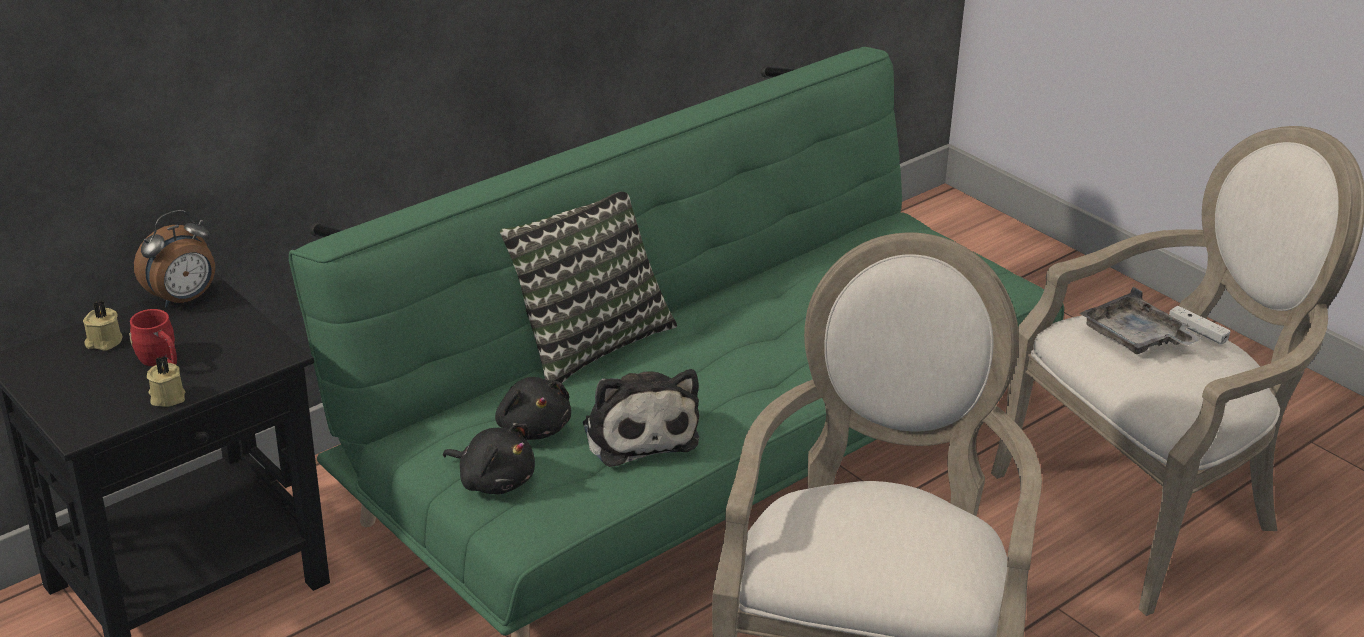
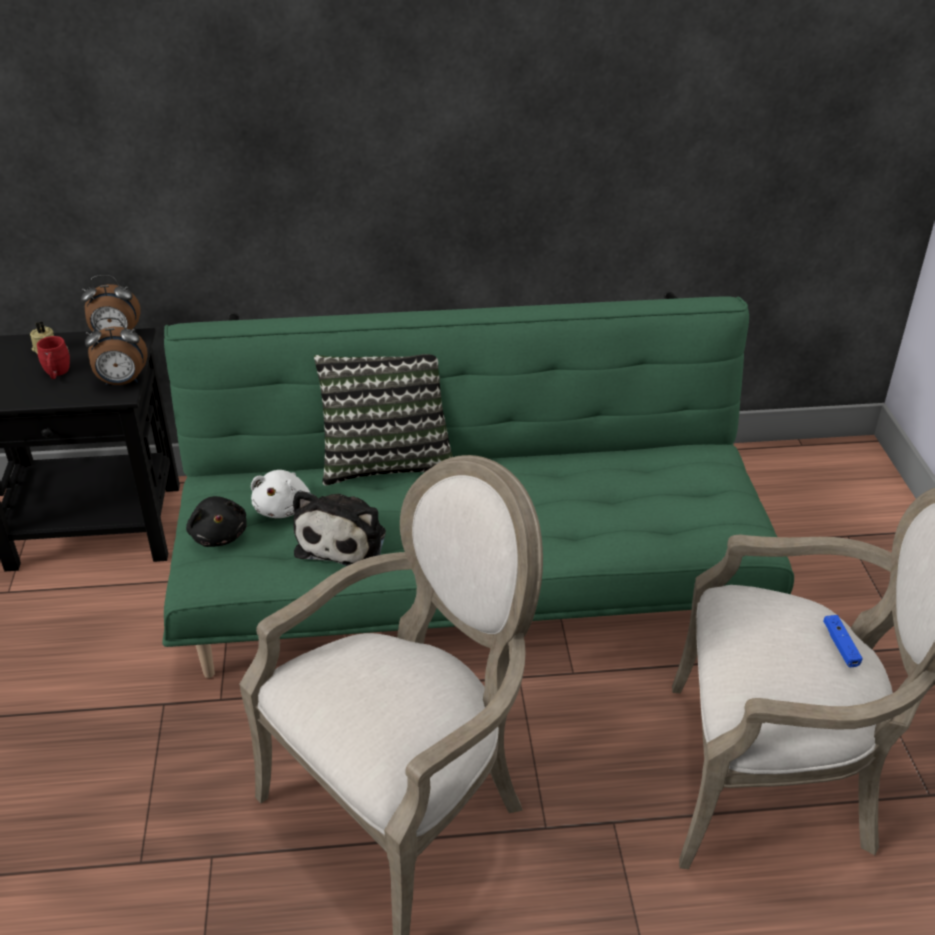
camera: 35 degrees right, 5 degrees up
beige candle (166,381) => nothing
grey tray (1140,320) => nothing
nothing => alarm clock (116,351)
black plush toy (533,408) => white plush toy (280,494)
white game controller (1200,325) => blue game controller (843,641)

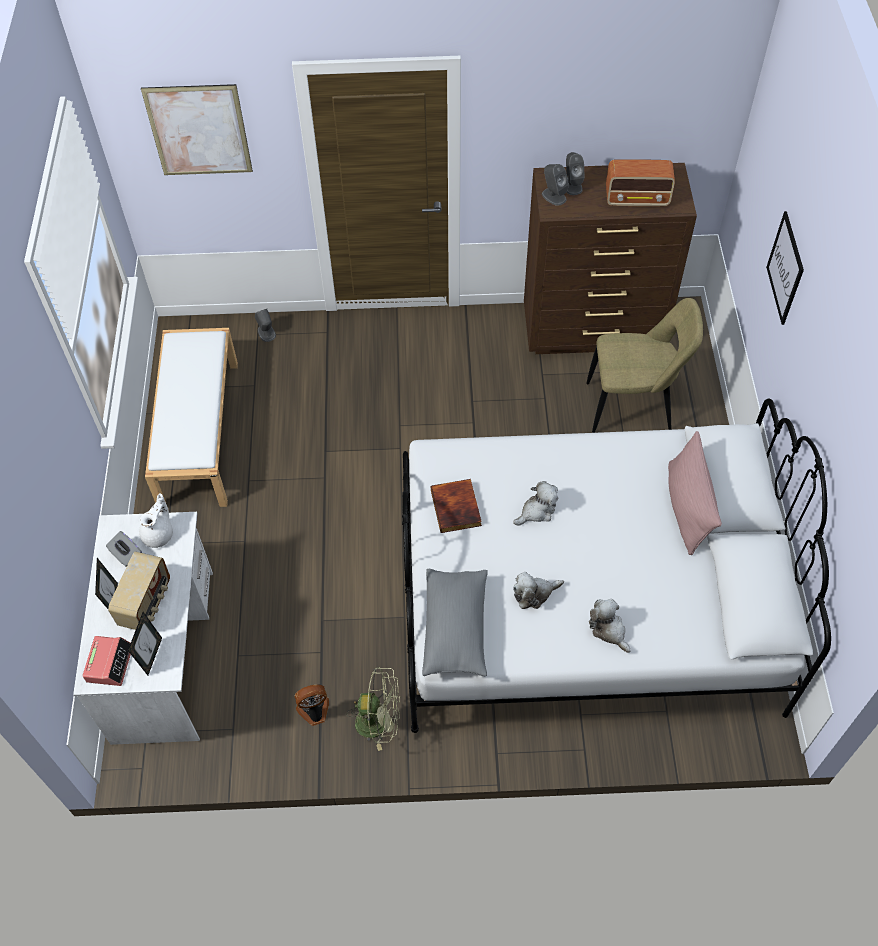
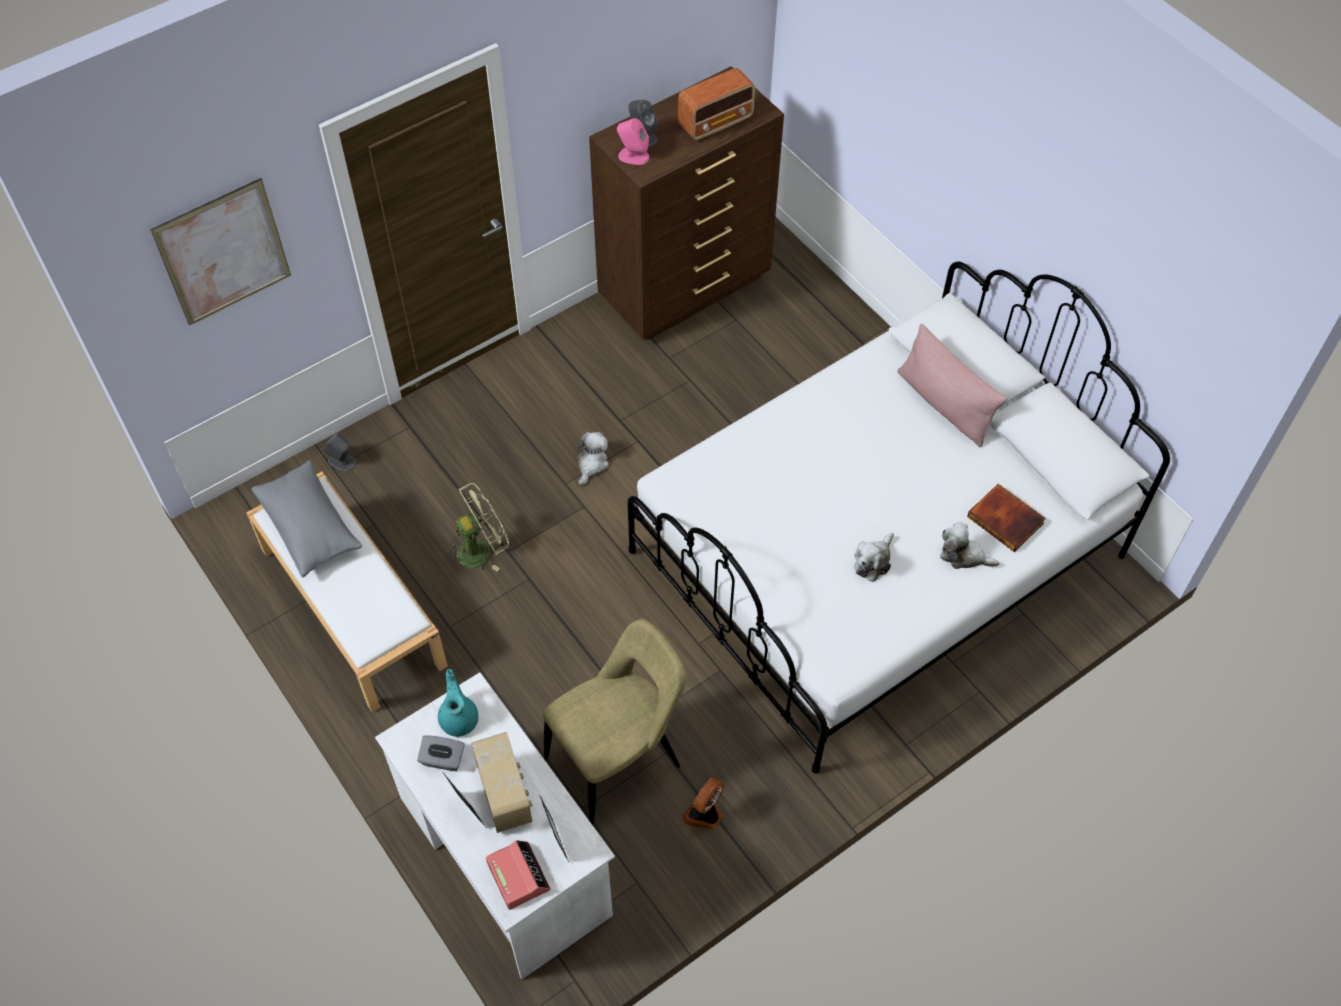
camera: 35 degrees left, 0 degrees up
picture (785,268) => nothing
green fan (373,709) => green fan (477,527), shifted
grey pillow (455,623) => grey pillow (307,519), shifted
book (456,506) => book (1006,518), shifted
plush toy (535,503) => plush toy (592,459), shifted
beige chair (644,365) => beige chair (615,721), shifted
white teapot (156,520) => turquoise teapot (458,703)
grey speaker (555,185) => pink speaker (633,141)

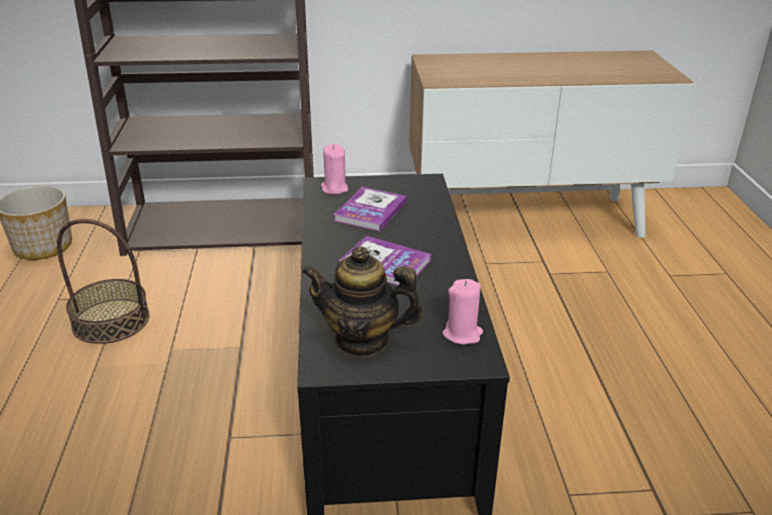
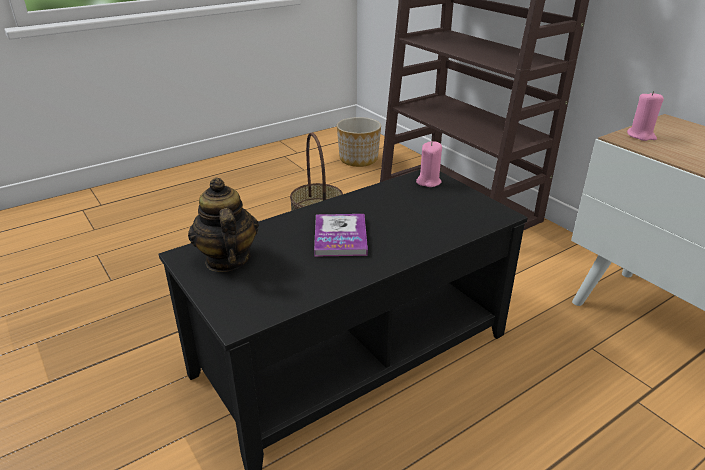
camera: 60 degrees right, 0 degrees up
book (370,209) => nothing
pink candle (462,312) => pink candle (645,116), shifted

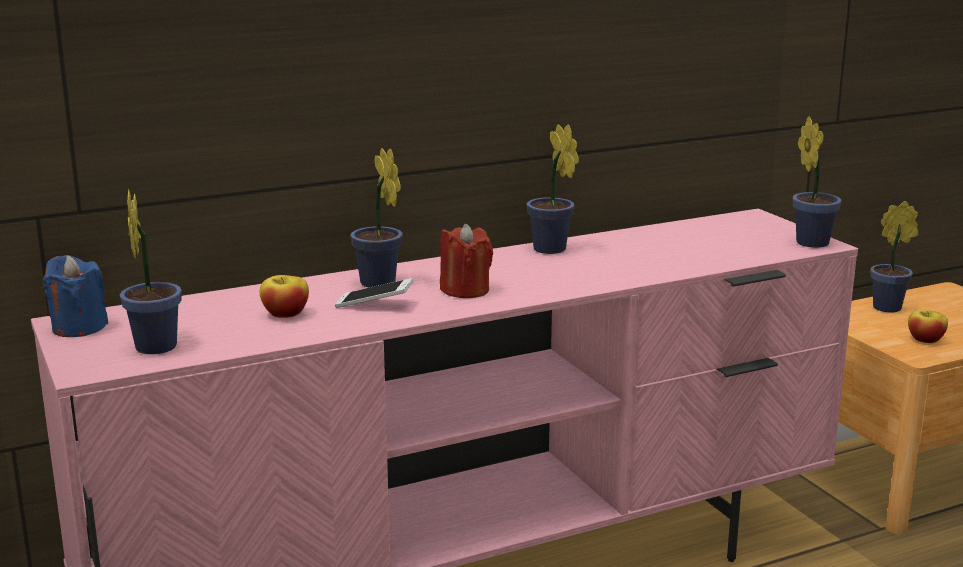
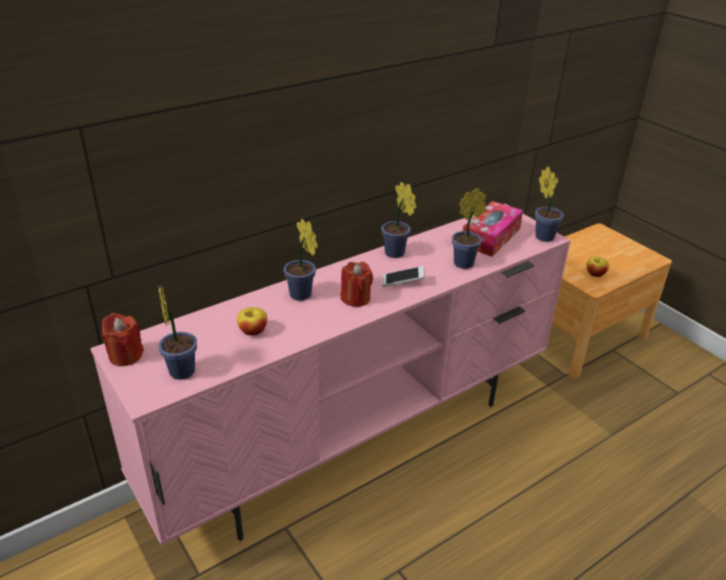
camera: 10 degrees left, 15 degrees up
nothing => tissue box (493,229)
phone (374,293) => phone (403,276), shifted
potted plant (894,256) => potted plant (469,228), shifted
blue candle (75,296) => red candle (123,339)

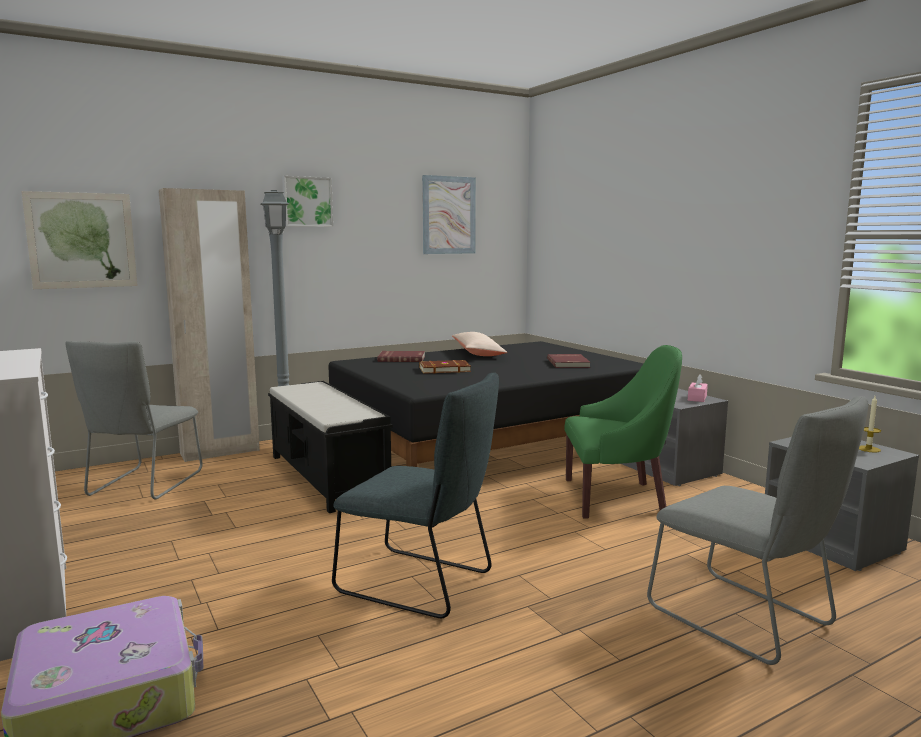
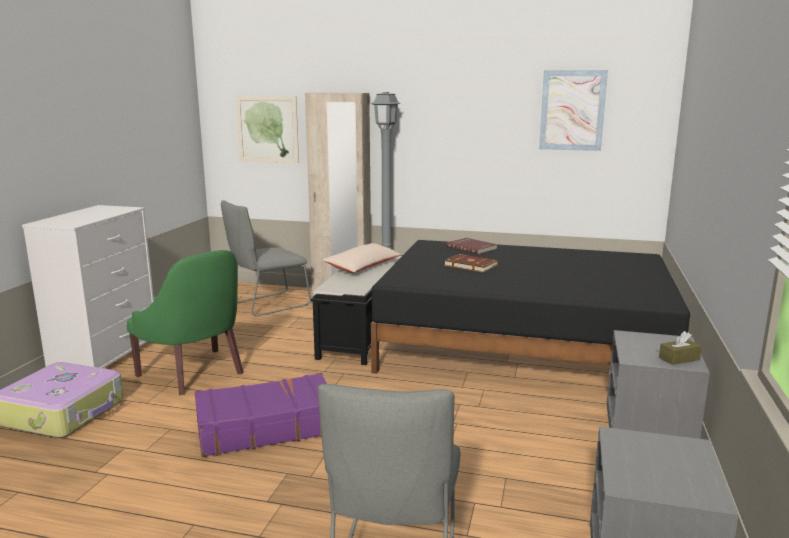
camera: 45 degrees right, 5 degrees up
picture (307,201) => nothing
red book (568,361) => nothing
candle (870,424) => nothing
beige pillow (479,344) => beige pillow (361,258), shifted
green armchair (623,431) => green armchair (185,322), shifted
grey chair (415,496) => purple suitcase (261,415)
pink tissue box (698,388) => brown tissue box (680,348)

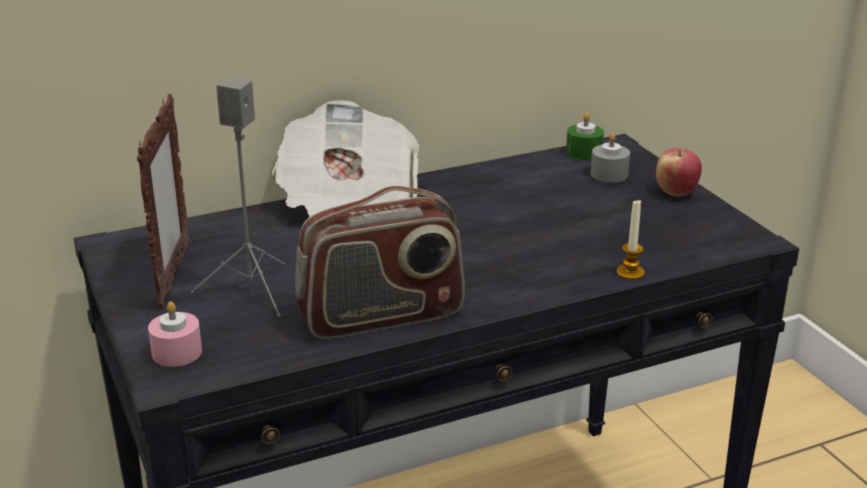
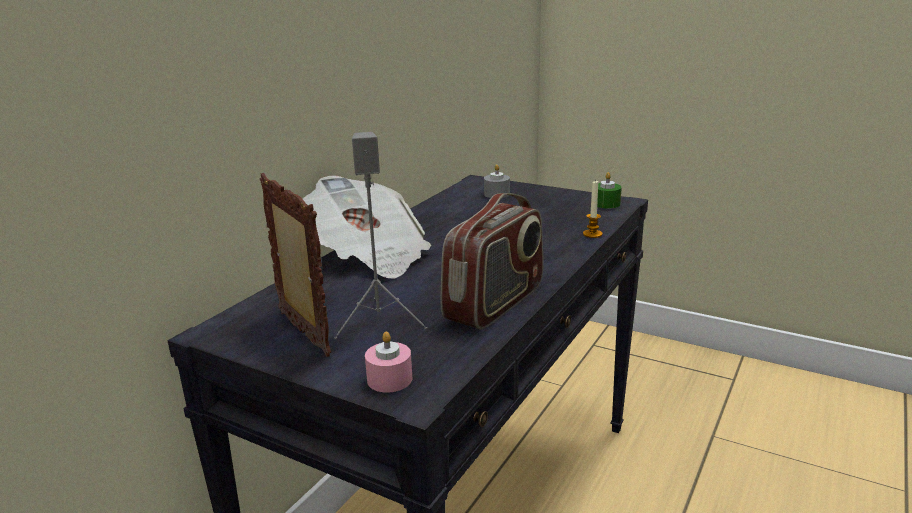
camera: 35 degrees left, 5 degrees down
apple (679,172) => nothing
green candle (585,136) => green candle (609,190), shifted

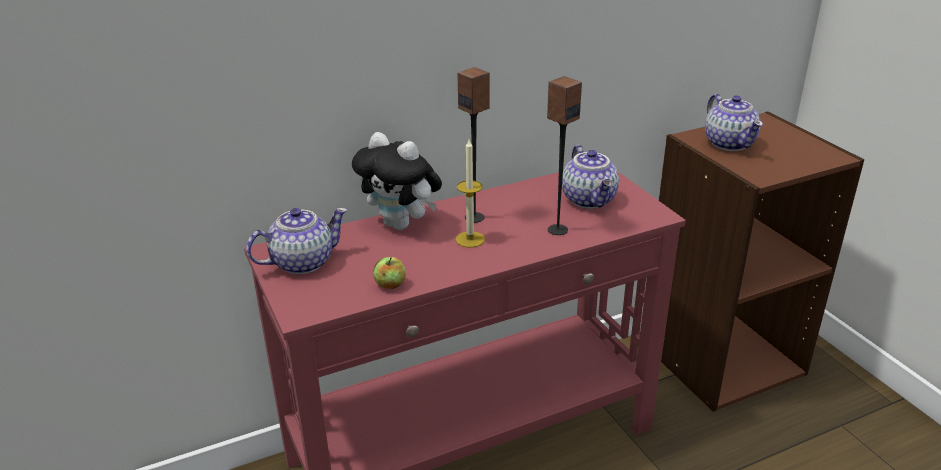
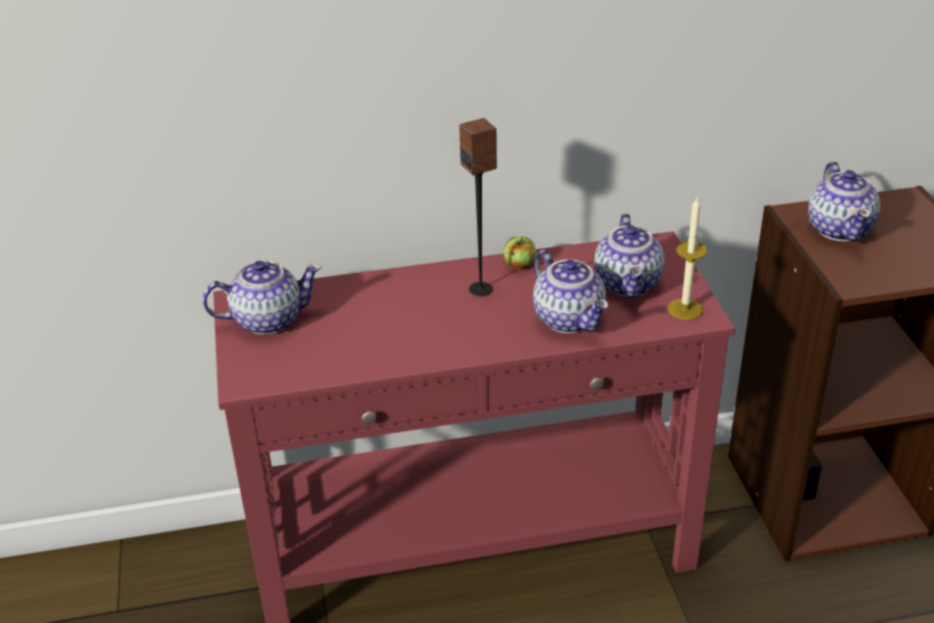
camera: 15 degrees right, 5 degrees up
plush toy (397,181) => nothing
apple (389,273) => apple (519,253), shifted
candle (470,193) => candle (687,258), shifted
speaker (564,155) => teapot (570,292)

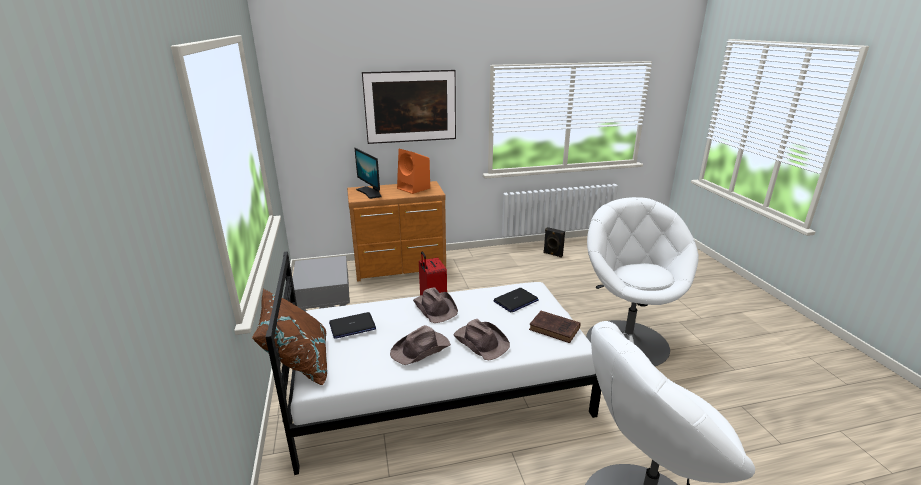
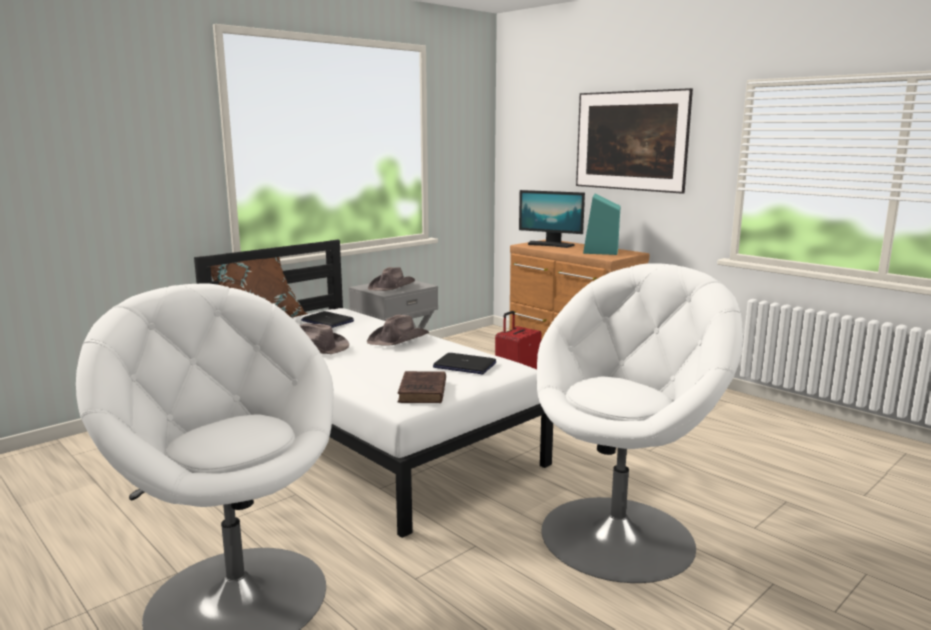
camera: 60 degrees right, 10 degrees down
black speaker (554,242) => nothing
brown hat (481,339) => brown hat (391,279), shifted
orange speaker (413,171) => turquoise speaker (602,224)
monitor (368,173) => monitor (552,219), 90 degrees counterclockwise

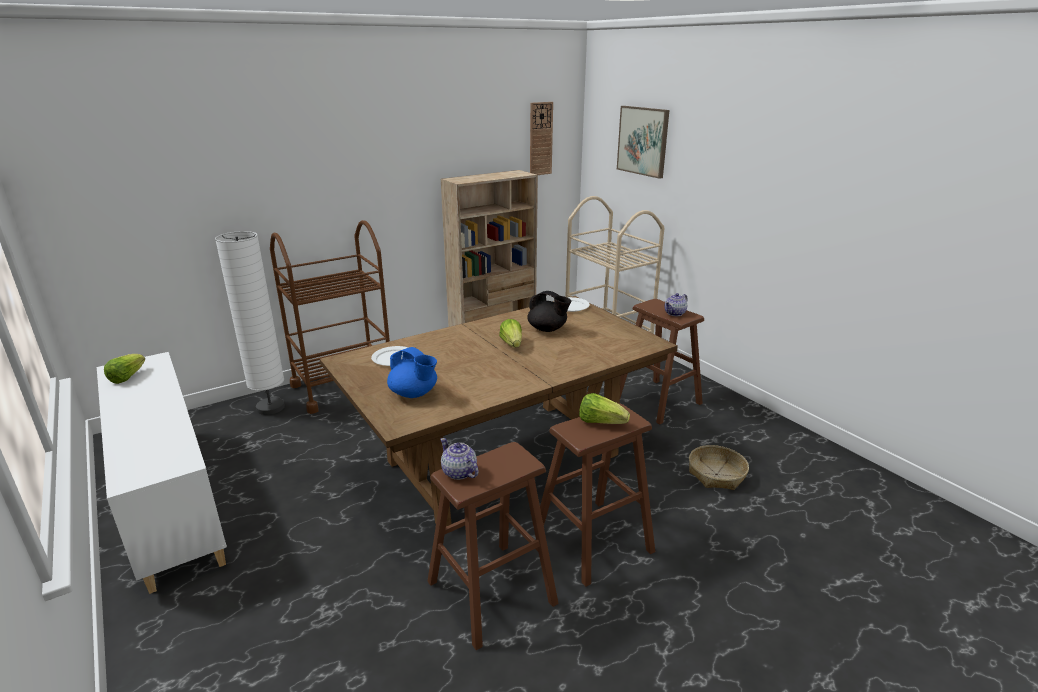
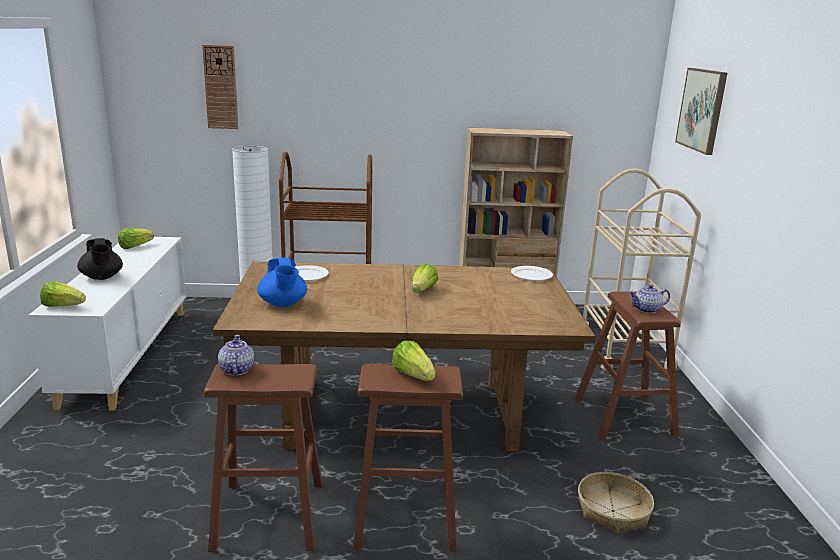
camera: 30 degrees right, 5 degrees down
nothing => lettuce (63,294)
black teapot (549,311) => black teapot (100,259), shifted
wall clock (541,138) => wall clock (220,87), shifted

